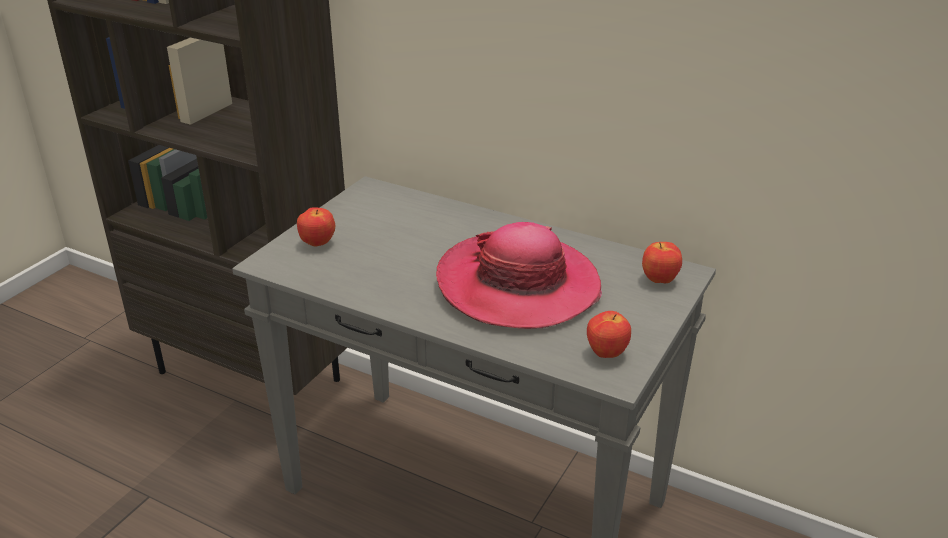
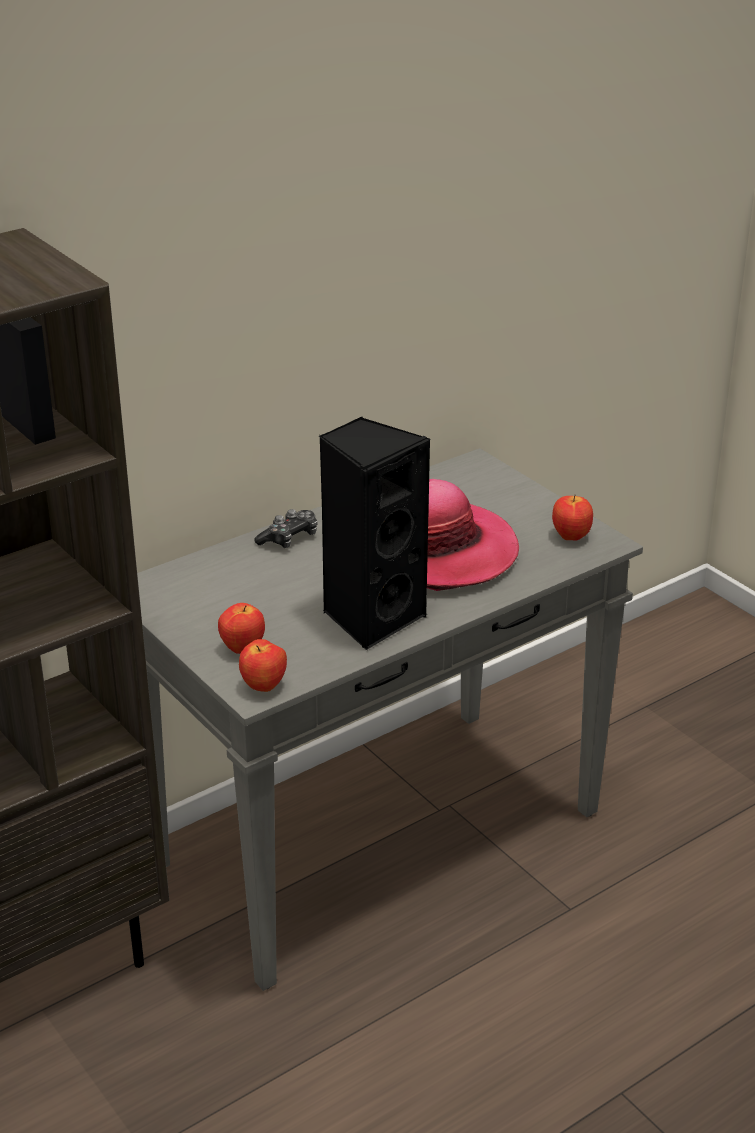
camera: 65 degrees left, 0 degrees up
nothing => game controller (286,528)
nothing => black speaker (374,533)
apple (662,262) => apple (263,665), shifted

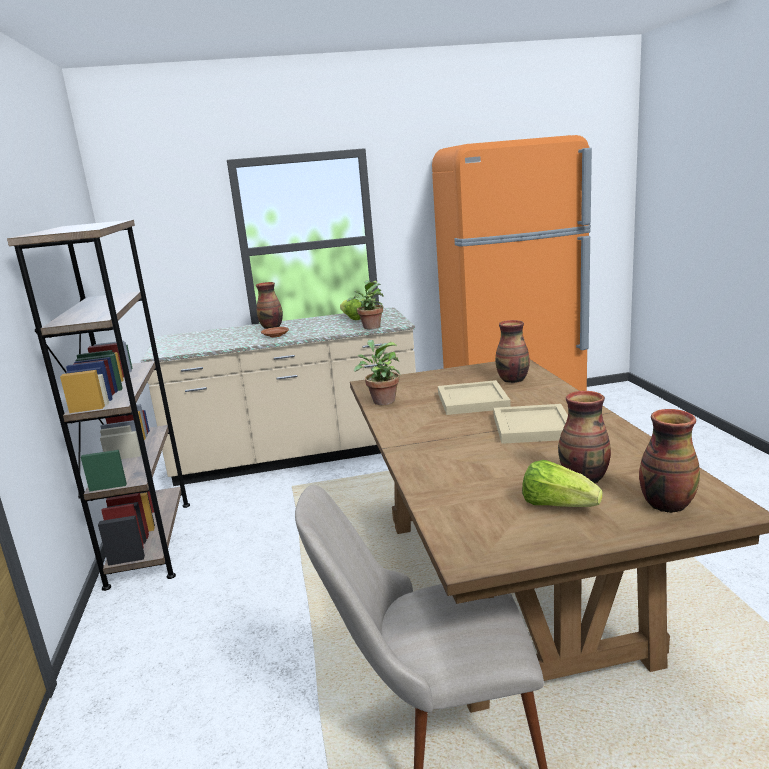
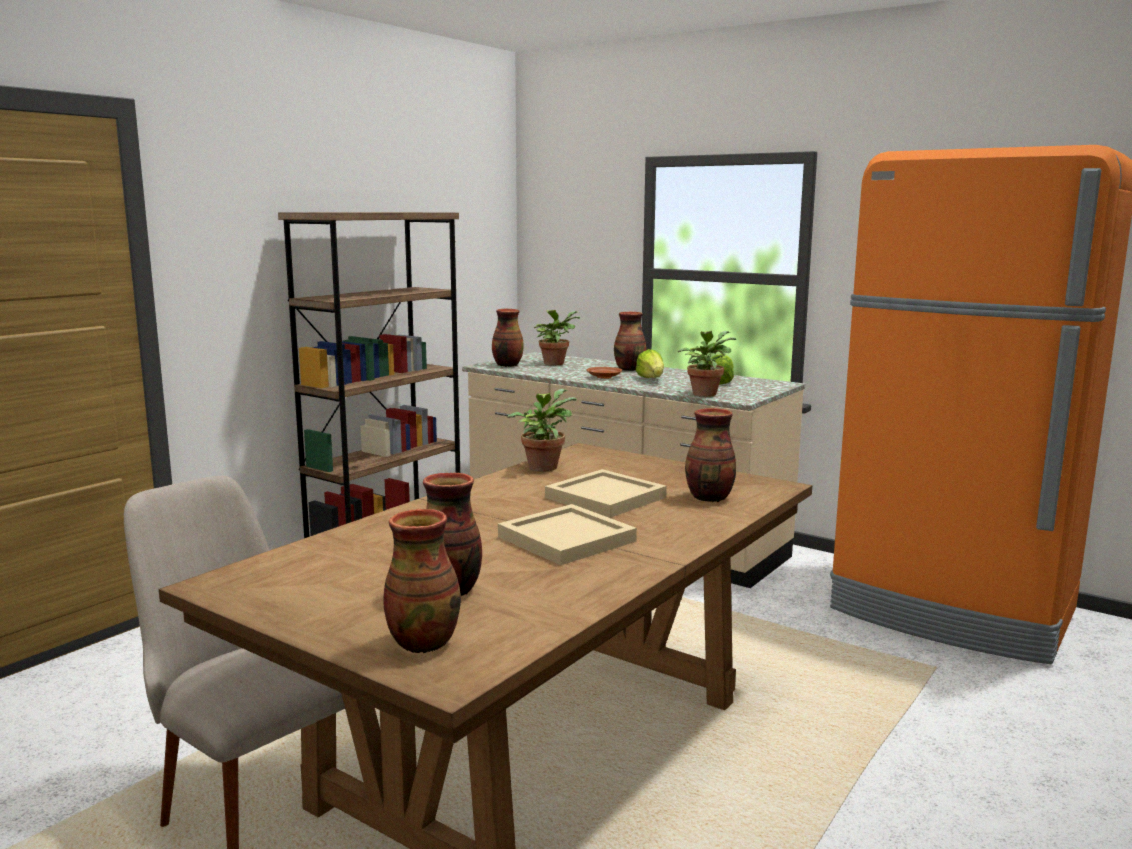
camera: 45 degrees right, 5 degrees down
nothing => vase (508,338)
nothing => potted plant (557,338)
lettuce (562,483) => lettuce (650,363), shifted

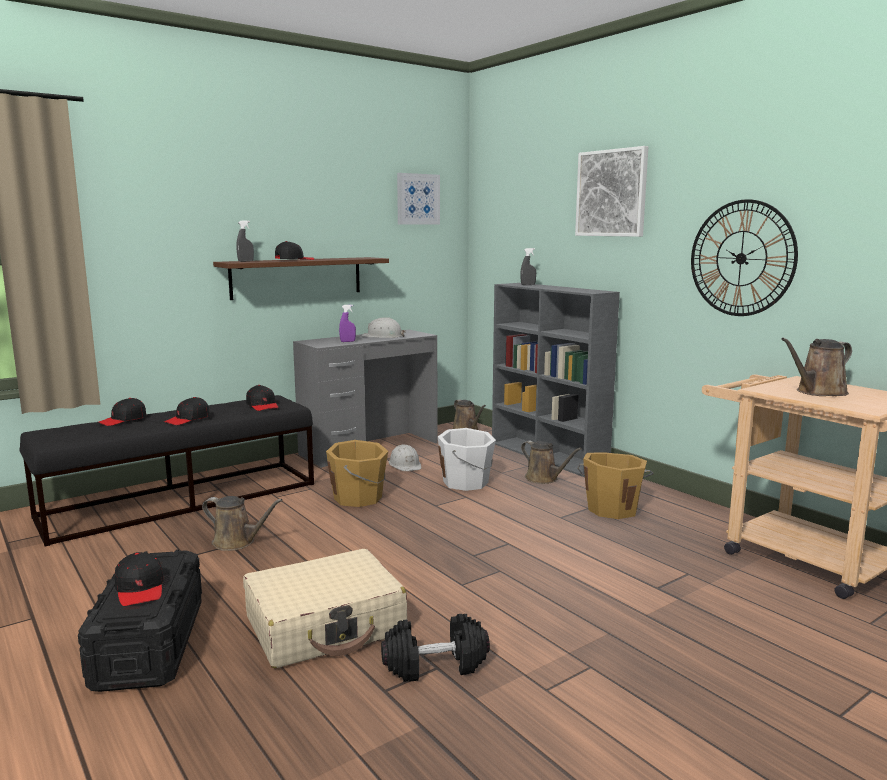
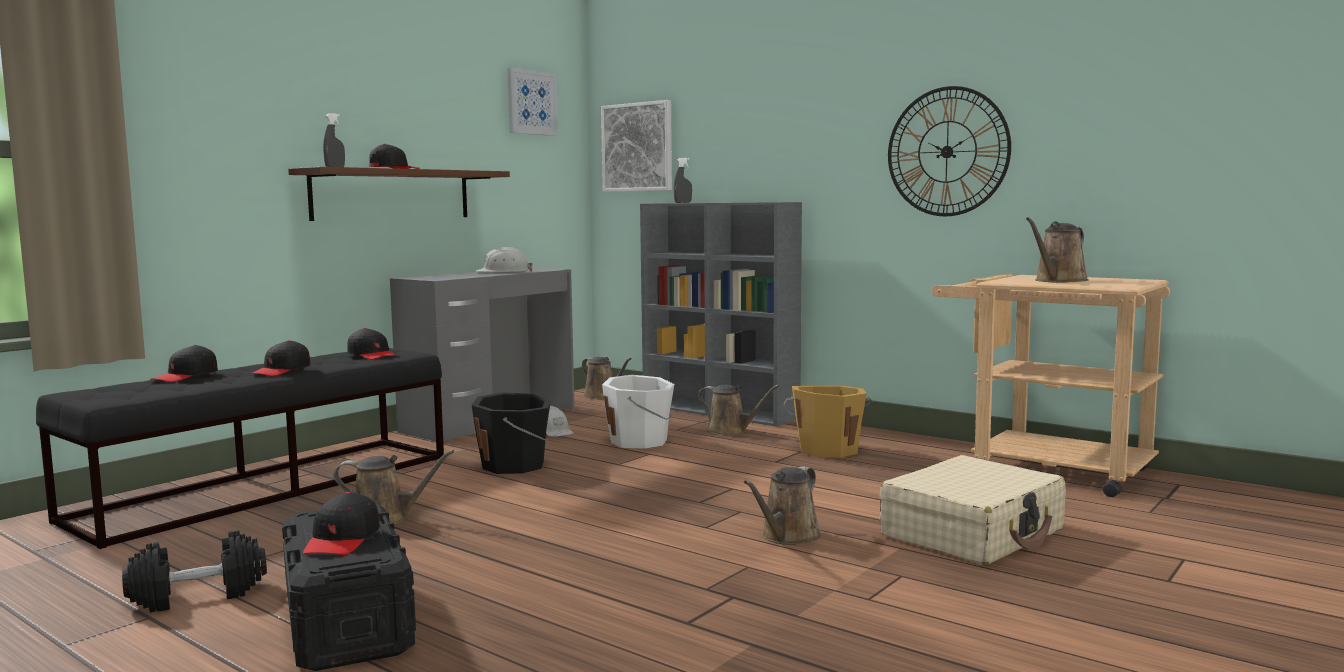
camera: 15 degrees left, 5 degrees down
purple spray bottle (347,323) => nothing
nothing => brown watering can (782,505)
beige suitcase (325,608) => beige suitcase (973,510), shifted
black dumbbell (435,648) => black dumbbell (194,571), shifted
picture (611,191) => picture (636,146), shifted
orange bucket (357,473) => black bucket (511,433)
black cap (138,579) => black cap (341,523), 45 degrees clockwise

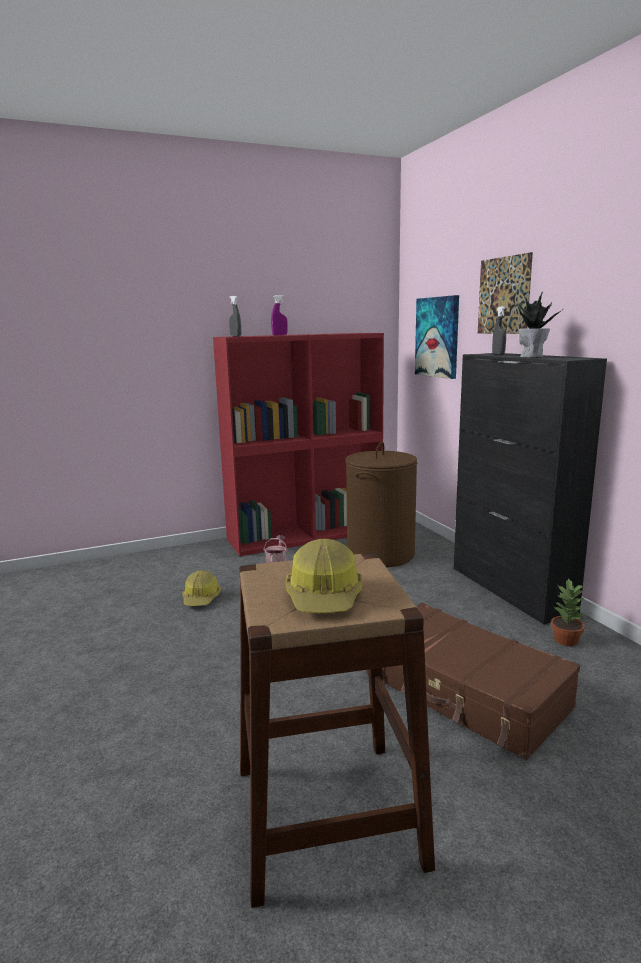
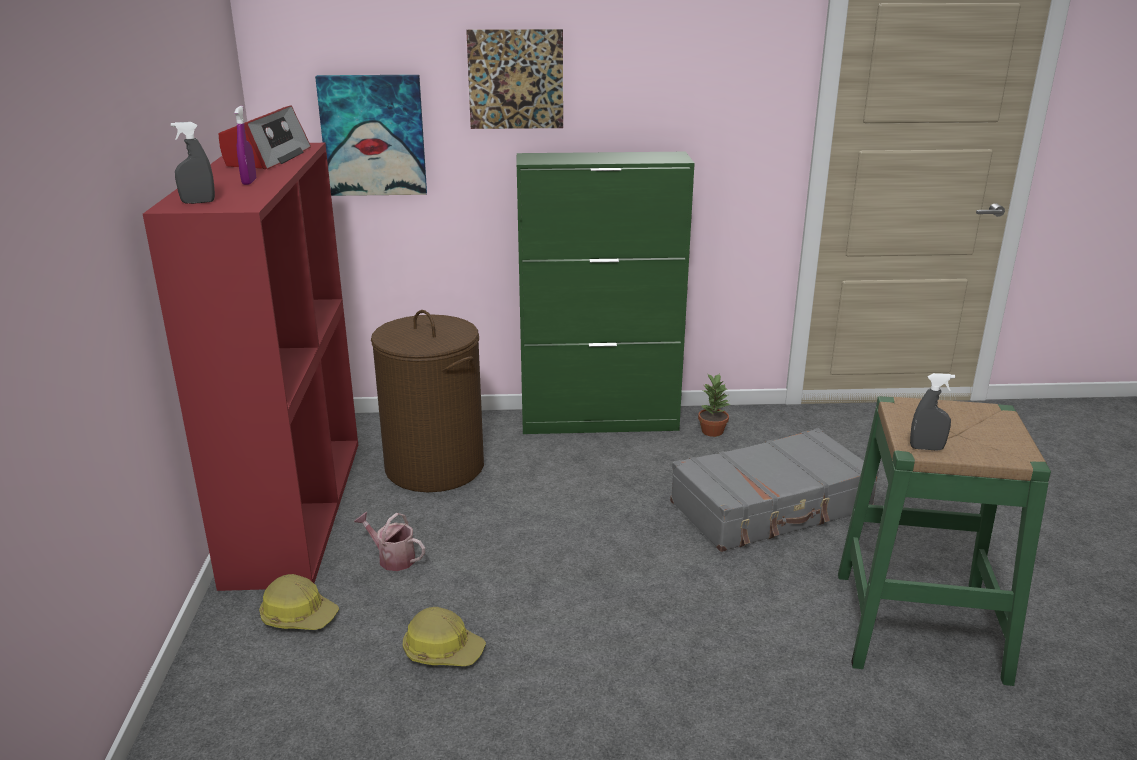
camera: 70 degrees left, 10 degrees up
potted plant (540,324) => nothing
nothing => radio (265,137)
hard hat (324,576) => hard hat (299,602), shifted
grey spray bottle (499,330) => grey spray bottle (932,411), shifted
brown stool (337,730) => green stool (944,541)
brown suitcase (473,681) => grey suitcase (774,490)
black cabinet (530,488) => green cabinet (605,293)

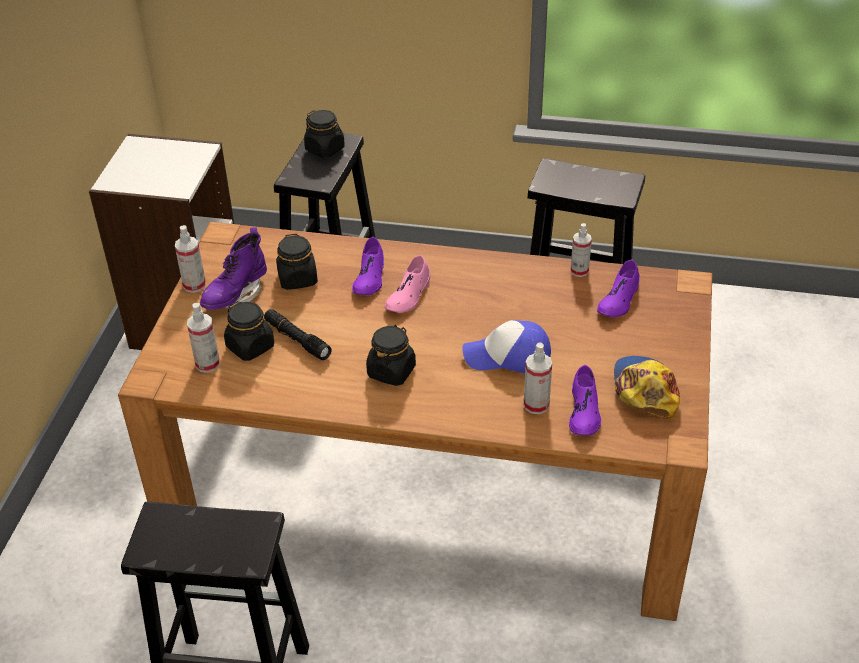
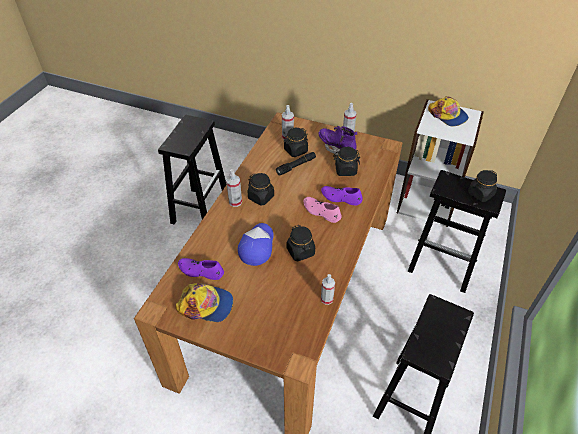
camera: 100 degrees right, 5 degrees up
purple shoe (618,288) => nothing
nothing => black jar (300,243)
nothing => cap (448,111)
spray bottle (538,378) => spray bottle (234,188), shifted

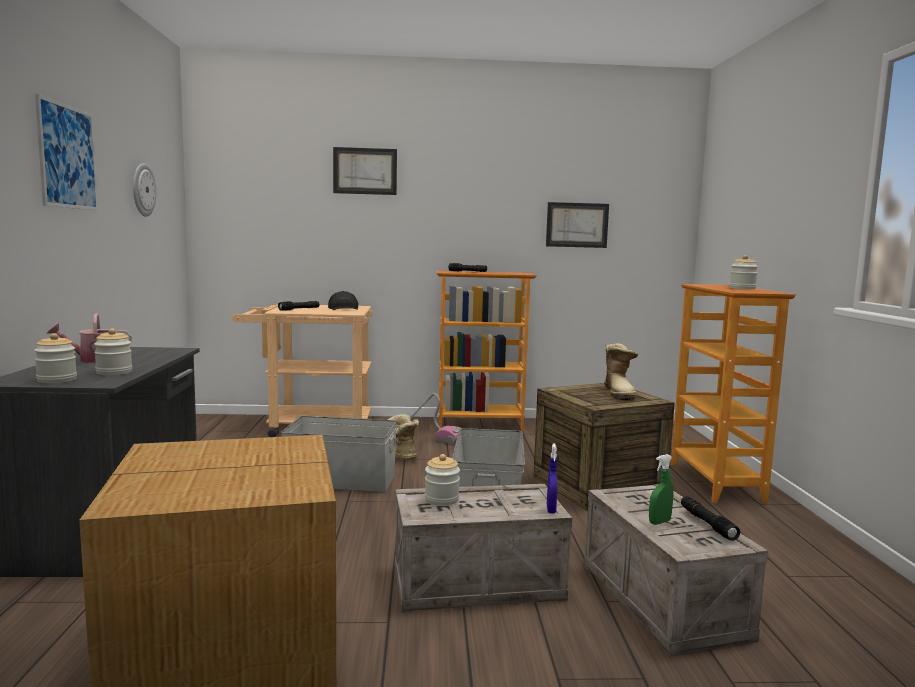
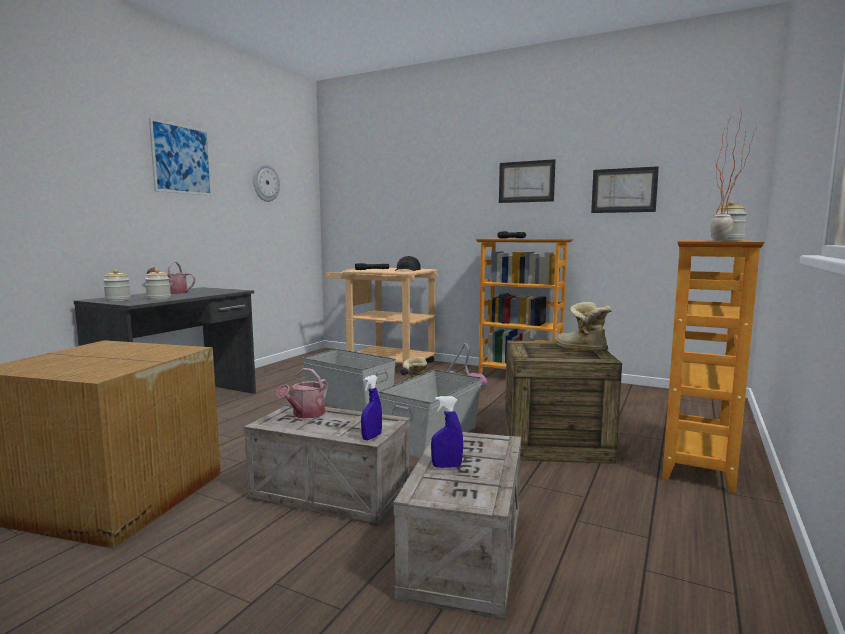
camera: 30 degrees right, 0 degrees up
black flashlight (710,518) => nothing
nothing => potted plant (734,175)
picture (365,171) => picture (527,181), shifted
jar (442,480) => watering can (302,393)
green spray bottle (661,489) => blue spray bottle (447,432)
boot (621,371) => boot (583,327), 120 degrees clockwise

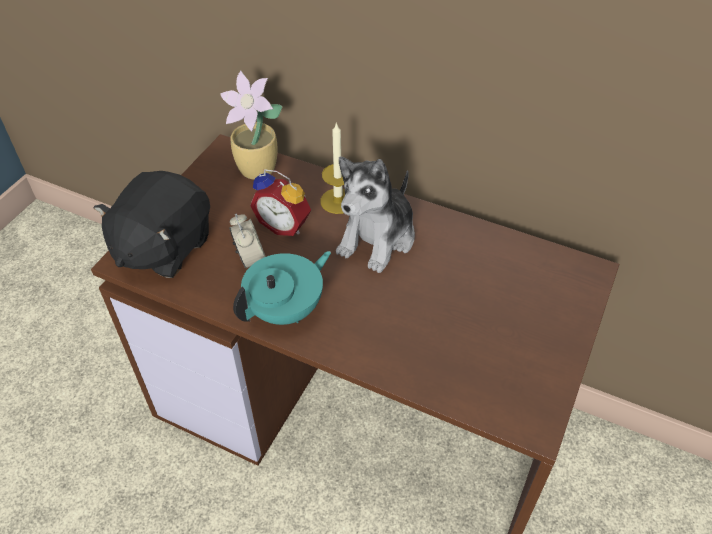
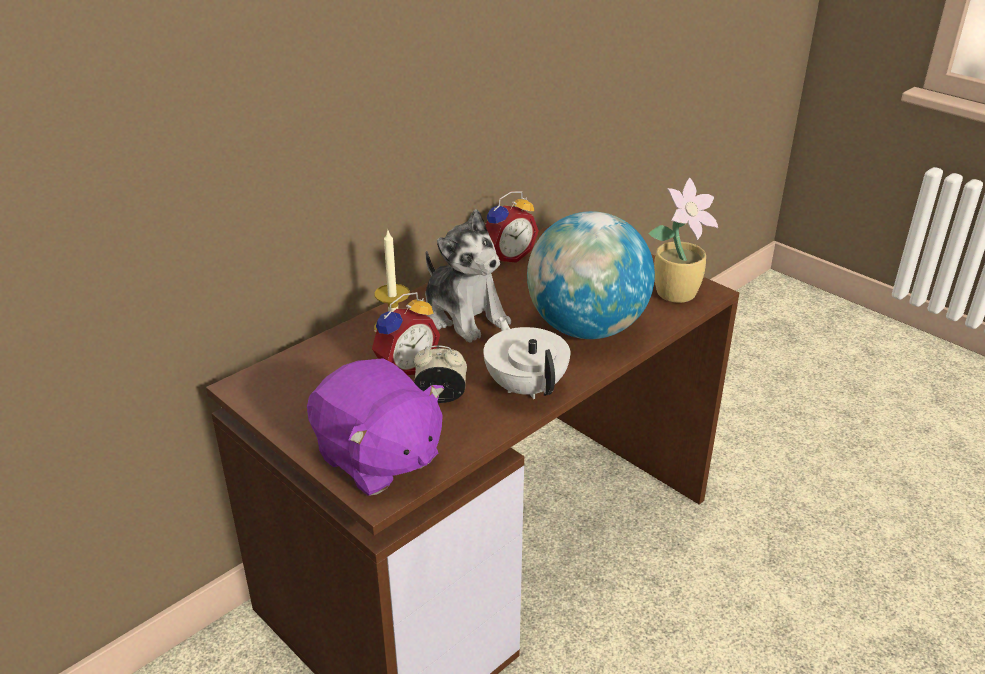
camera: 70 degrees left, 15 degrees down
nothing => alarm clock (512,227)
nothing => globe (591,275)
potted plant (251,125) => potted plant (683,240), shifted
black plush toy (152,224) => purple plush toy (375,427)
turquoise teapot (282,288) => white teapot (526,358)

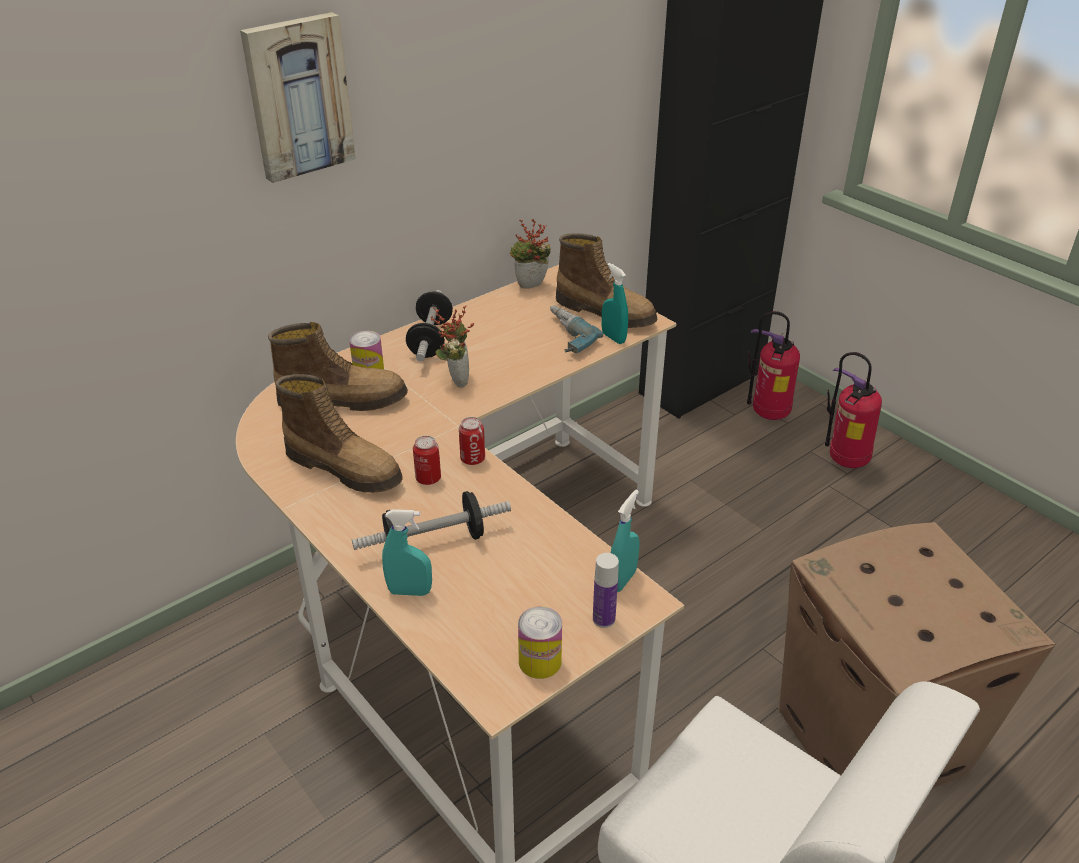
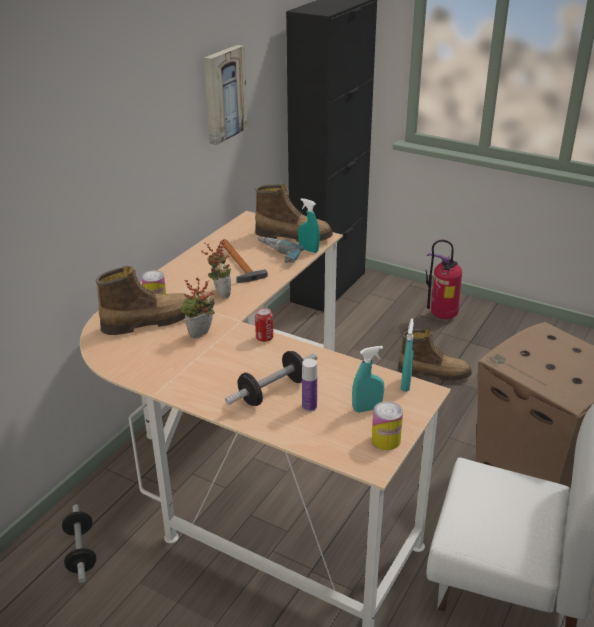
camera: 20 degrees left, 5 degrees down
can (427,460) => nothing
fire extinguisher (773,365) => nothing
nothing => hammer (244,261)
picture (298,97) => picture (226,95), shifted
boot (339,433) => boot (435,355), shifted
turquoise spray bottle (407,552) => turquoise spray bottle (368,379), shifted
dumbbell (429,325) => dumbbell (79,543), shifted
potted plant (530,254) => potted plant (198,308), shifted
bottle (606,590) => bottle (309,385), shifted

